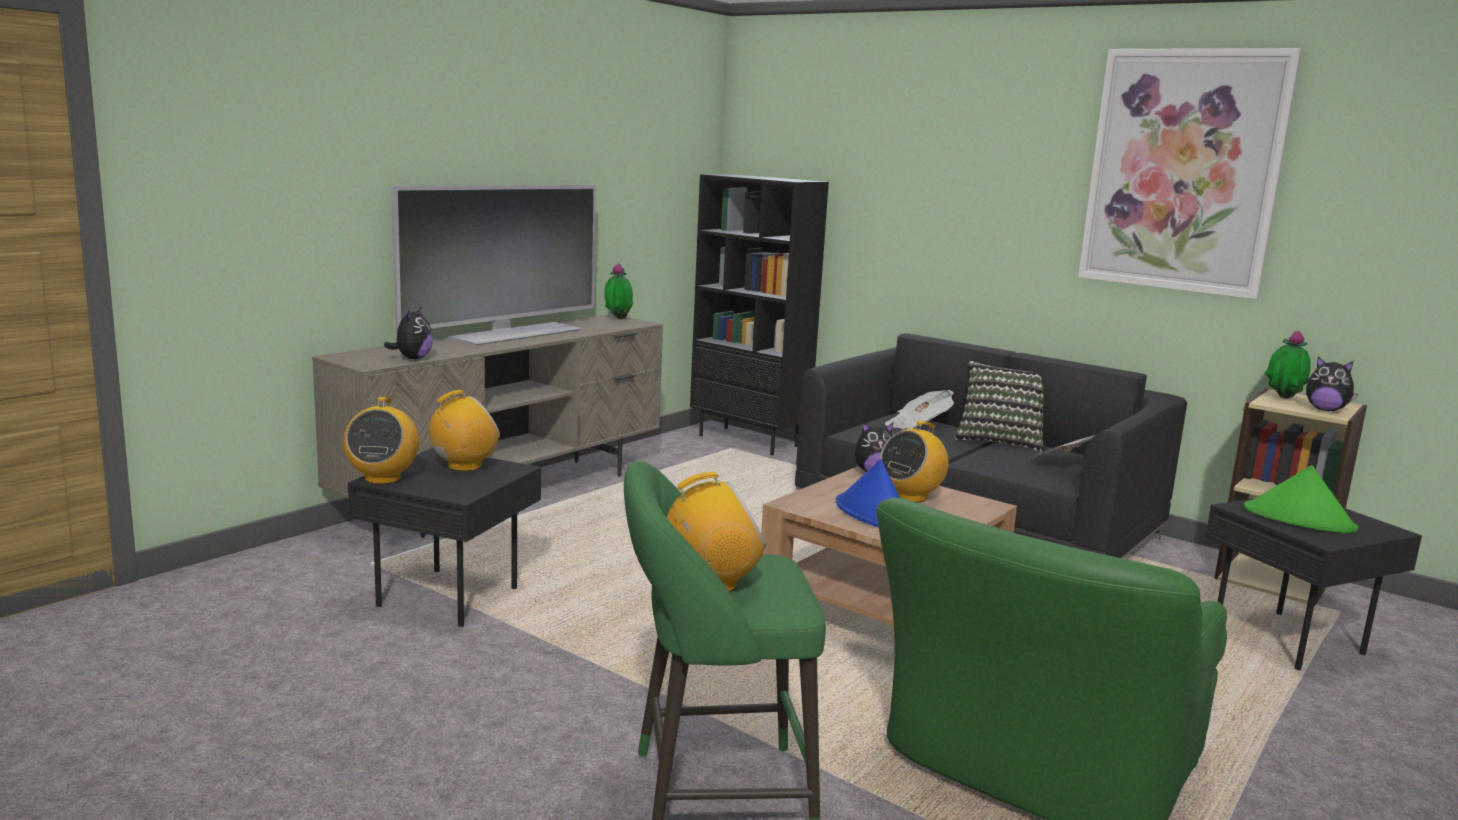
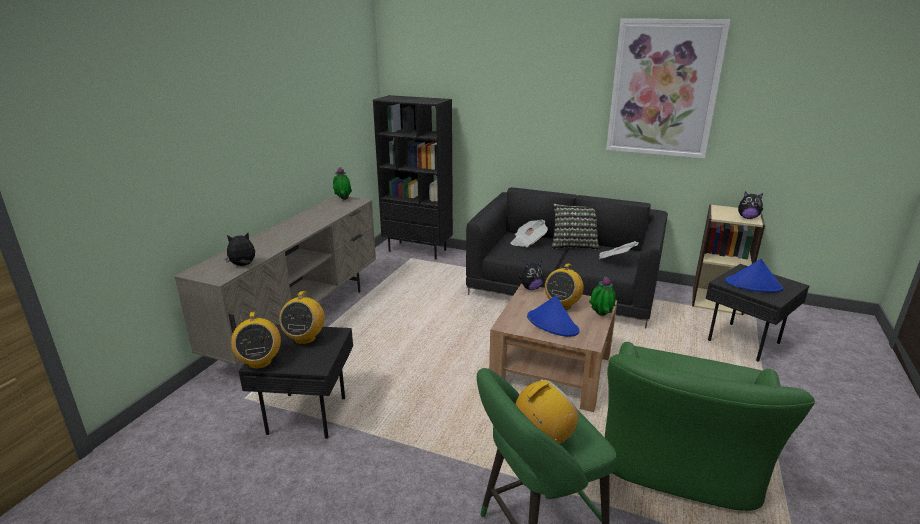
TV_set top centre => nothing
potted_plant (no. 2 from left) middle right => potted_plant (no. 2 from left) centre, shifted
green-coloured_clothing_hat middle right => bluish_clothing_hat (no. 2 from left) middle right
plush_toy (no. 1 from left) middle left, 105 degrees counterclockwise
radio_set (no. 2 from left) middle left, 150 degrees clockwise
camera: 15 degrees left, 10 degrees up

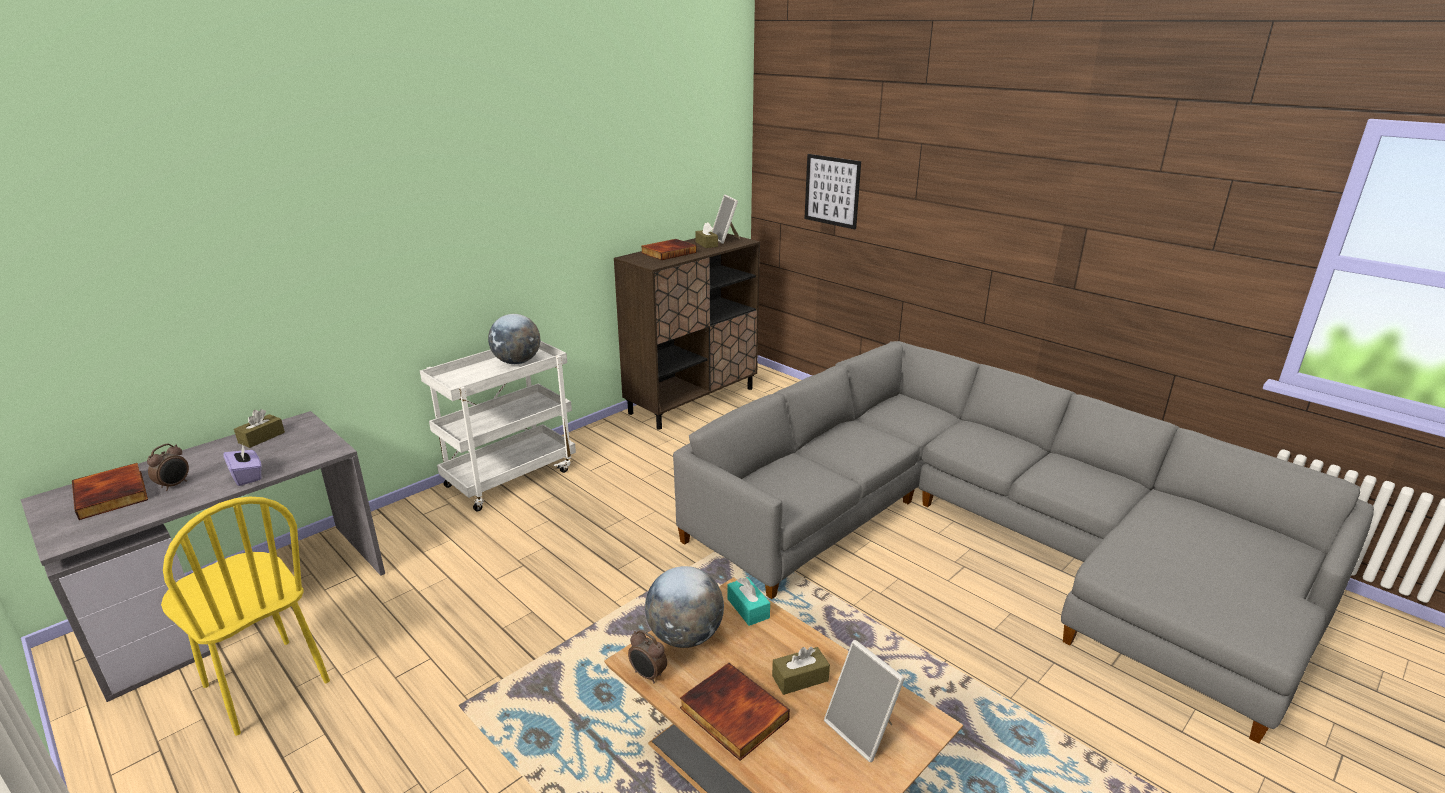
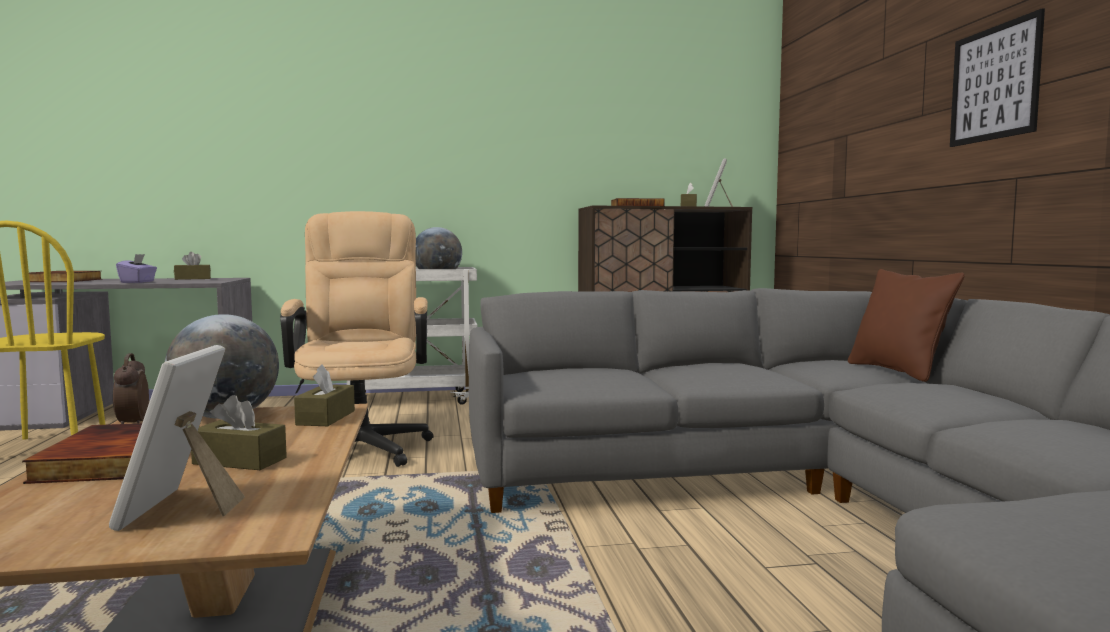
alarm_clock (no. 1 from left) middle left => nothing
nothing => beige-coloured_computer_chair middle left
nothing => brown-coloured_cushion middle right
picture top centre => picture top right, shifted
turquoise-coloured_tissue_holder bottom centre => brown-coloured_tissue_holder (no. 3 from left) middle left
camera: 35 degrees right, 20 degrees down

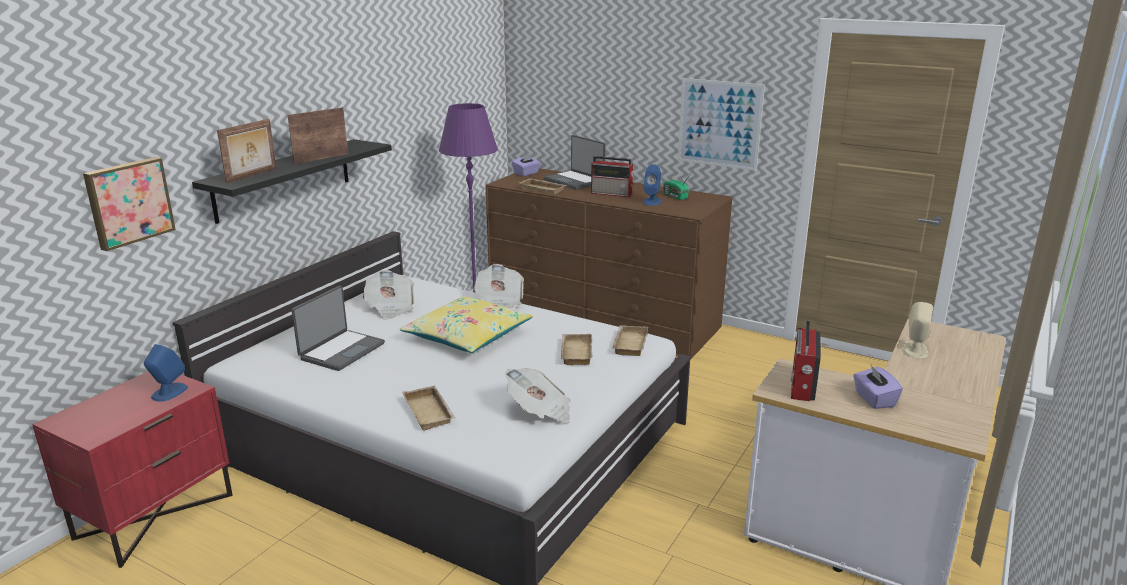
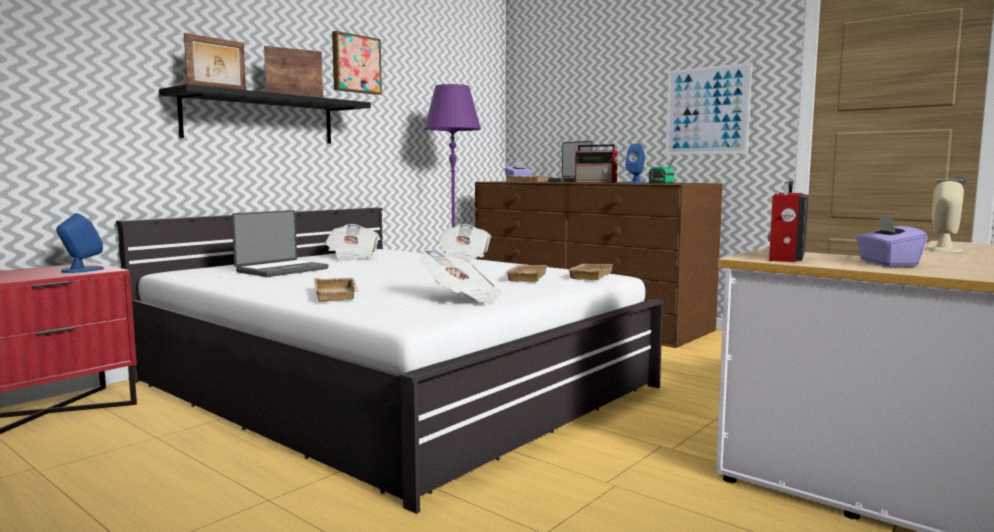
yellowish_cushion centre => nothing
picture (no. 1 from left) middle left => picture (no. 1 from left) top centre, shifted
camera: 10 degrees right, 15 degrees down

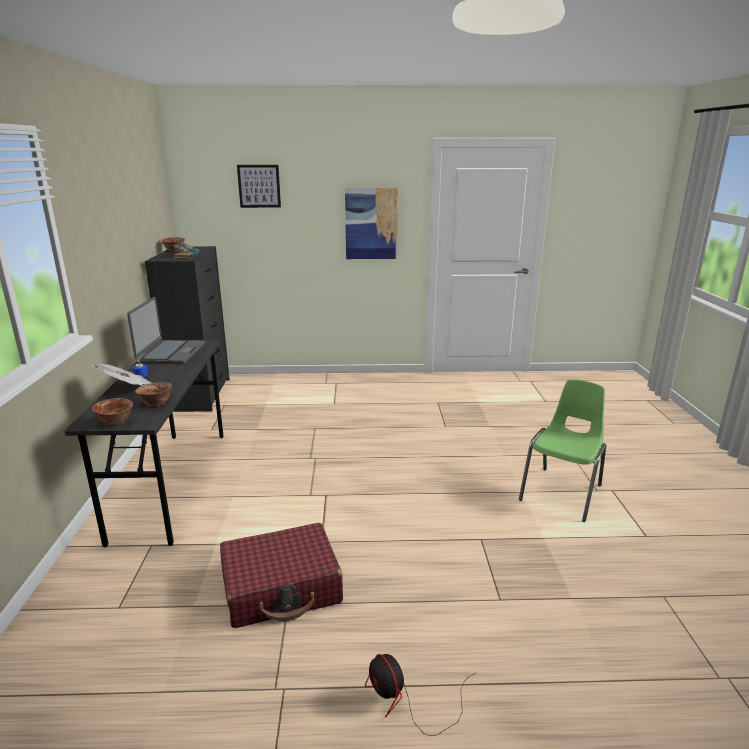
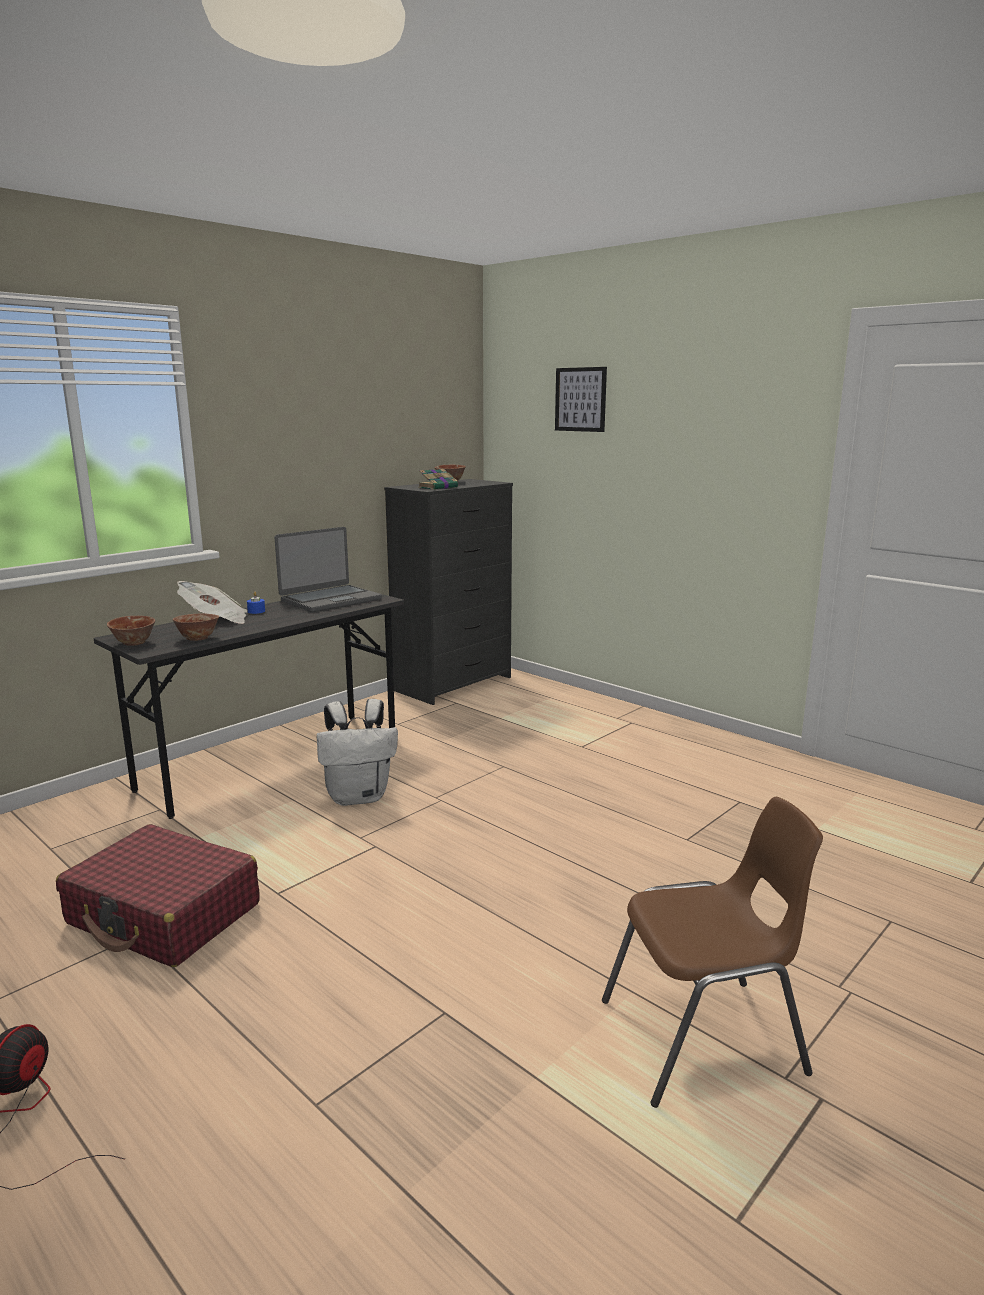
picture (no. 2 from left) top centre => nothing
nothing => white-coloured_backpack centre
green-coloured_plain_chair middle right => brown-coloured_plain_chair bottom right
camera: 45 degrees right, 5 degrees down

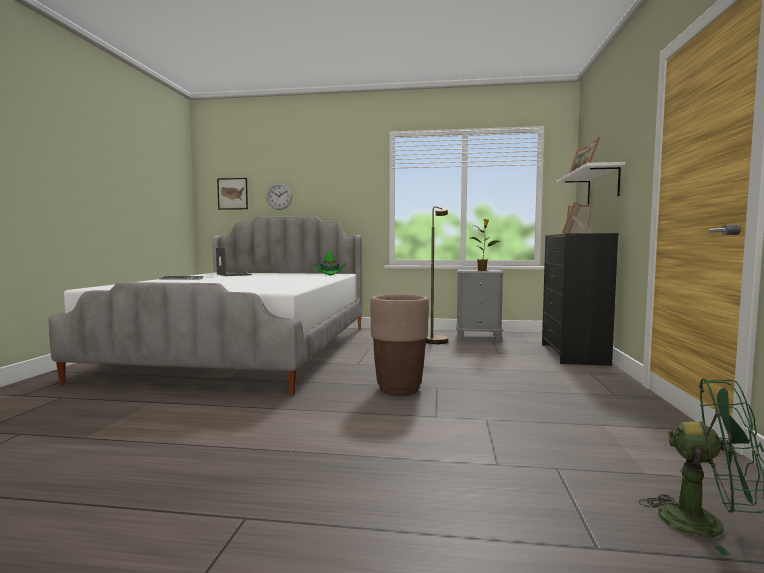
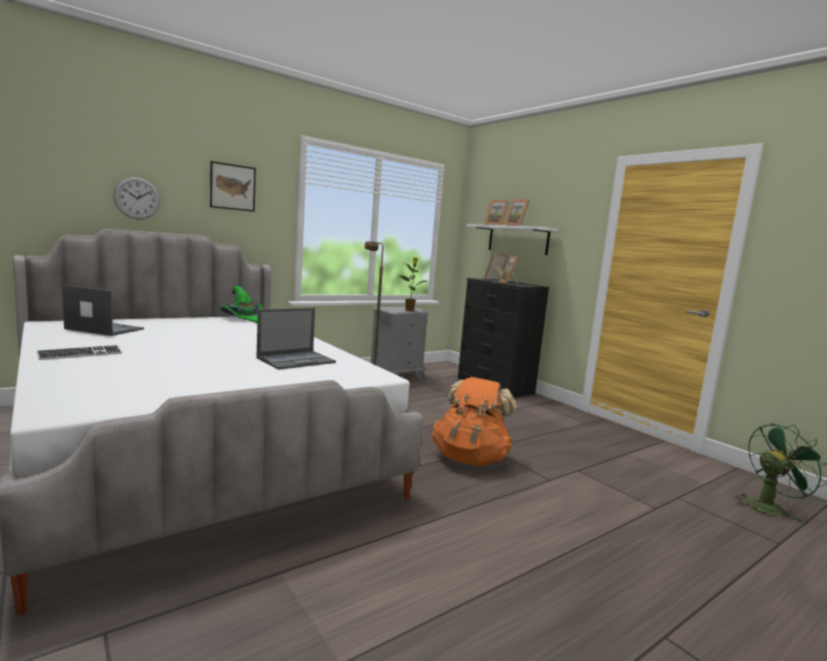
nothing => portable_computer (no. 2 from left) centre
picture middle left => picture top left, shifted
brown-coloured_planter centre => orange-coloured_backpack centre
camera: 45 degrees left, 5 degrees up

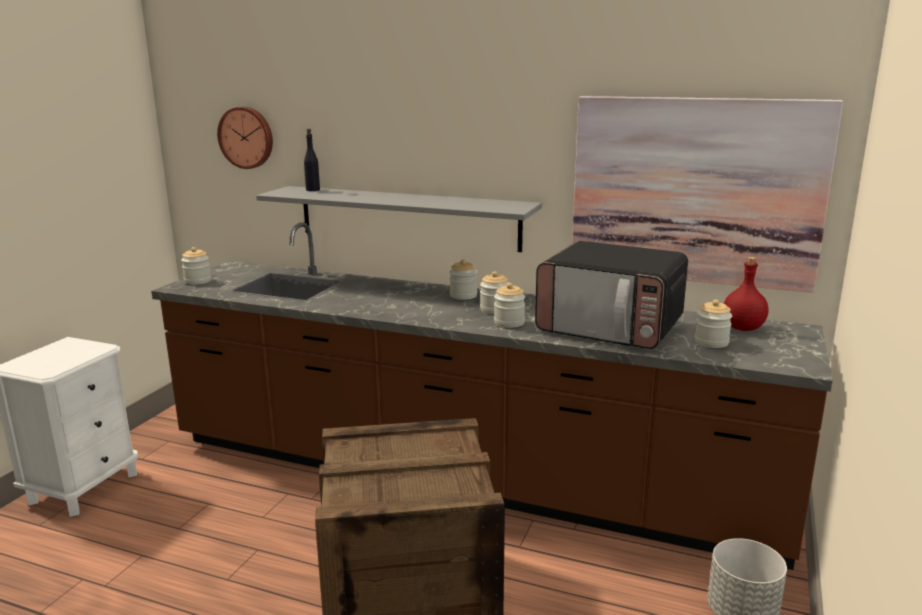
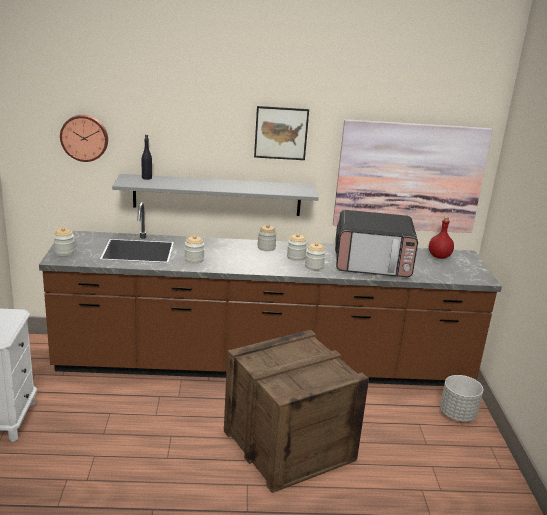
nothing => picture (no. 1 from left) top centre
preserve_jar (no. 5 from left in the first image) middle right => preserve_jar (no. 2 from left) centre, shifted
camera: 25 degrees left, 5 degrees up

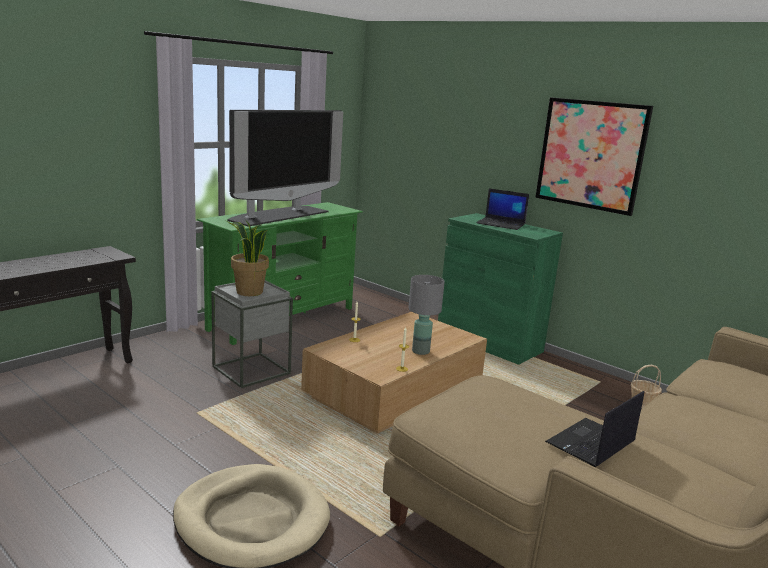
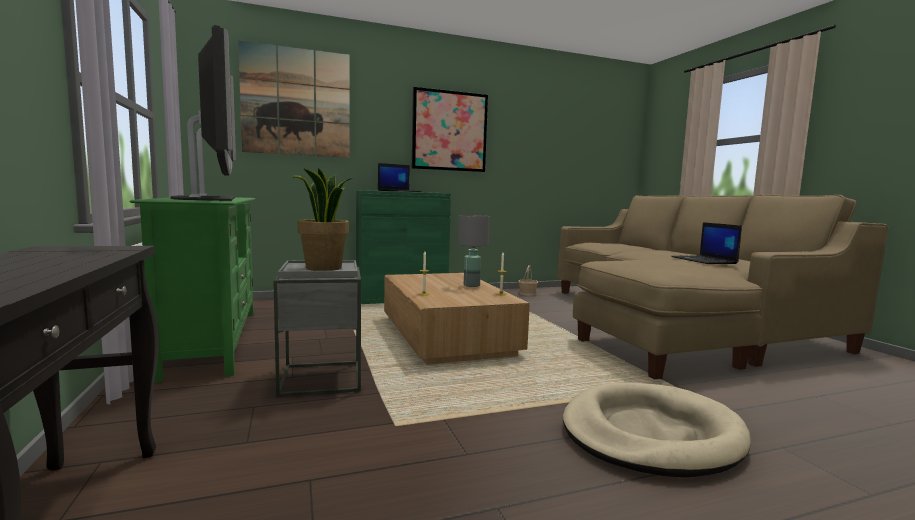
nothing => picture (no. 1 from left) top left
camera: 60 degrees left, 10 degrees down

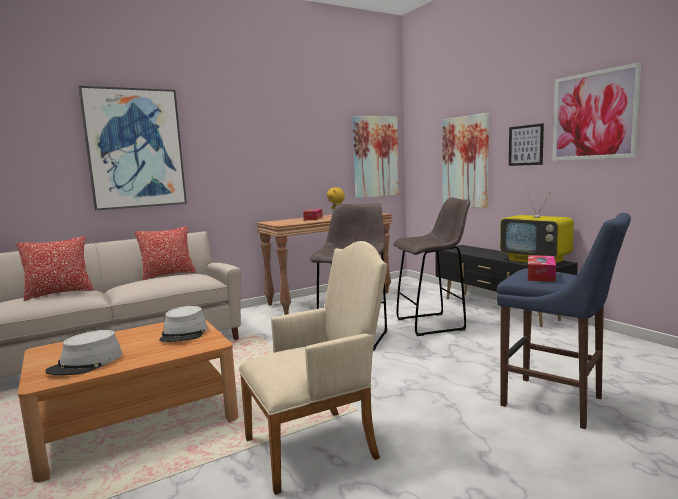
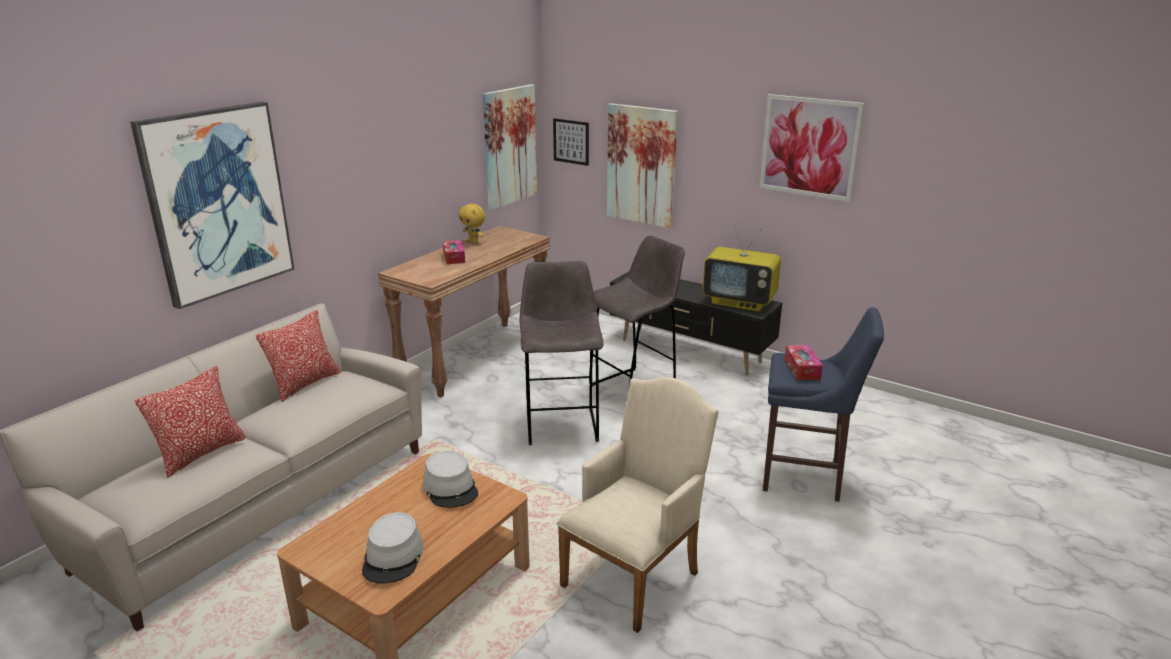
picture (no. 4 from left in the first image) top right => picture (no. 3 from left) top centre, shifted
camera: 25 degrees left, 15 degrees up

